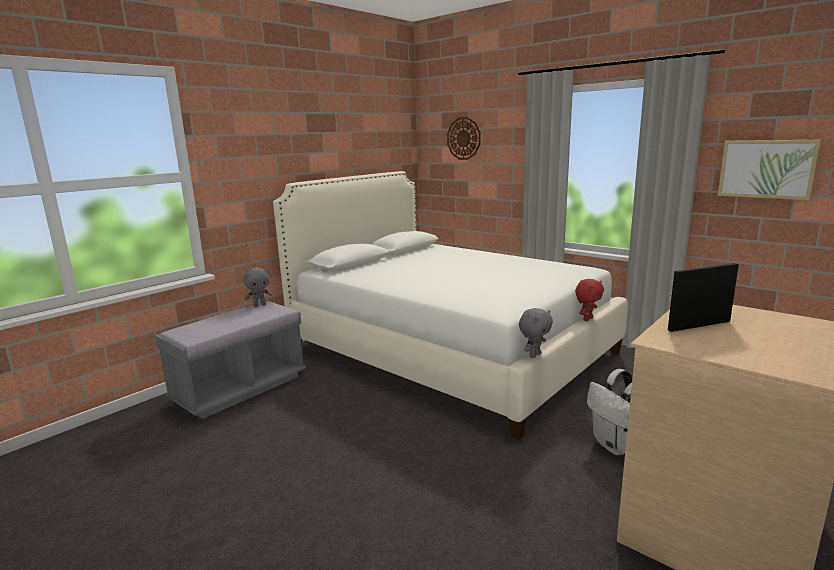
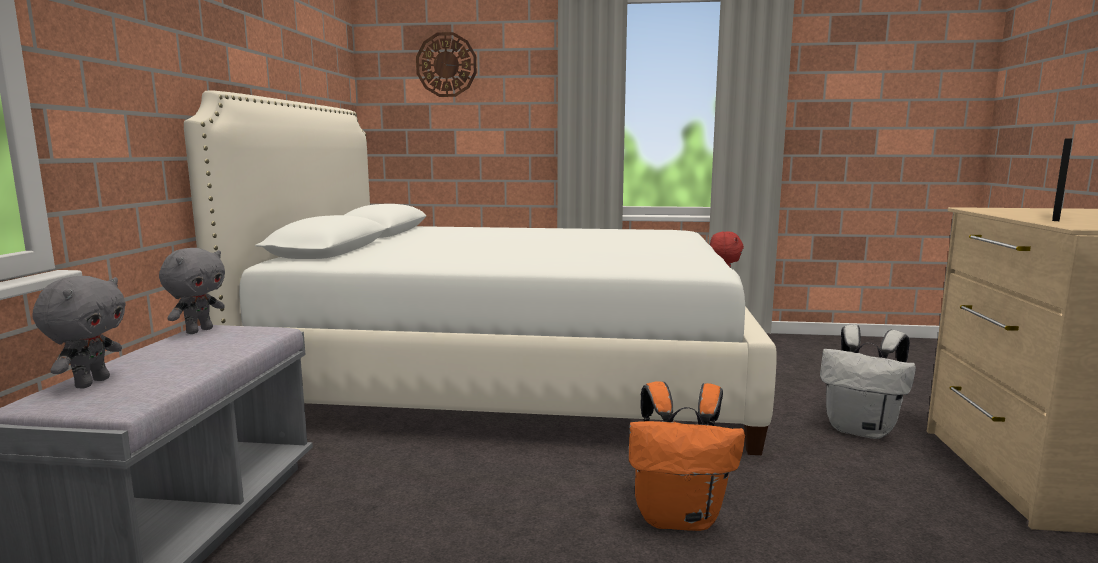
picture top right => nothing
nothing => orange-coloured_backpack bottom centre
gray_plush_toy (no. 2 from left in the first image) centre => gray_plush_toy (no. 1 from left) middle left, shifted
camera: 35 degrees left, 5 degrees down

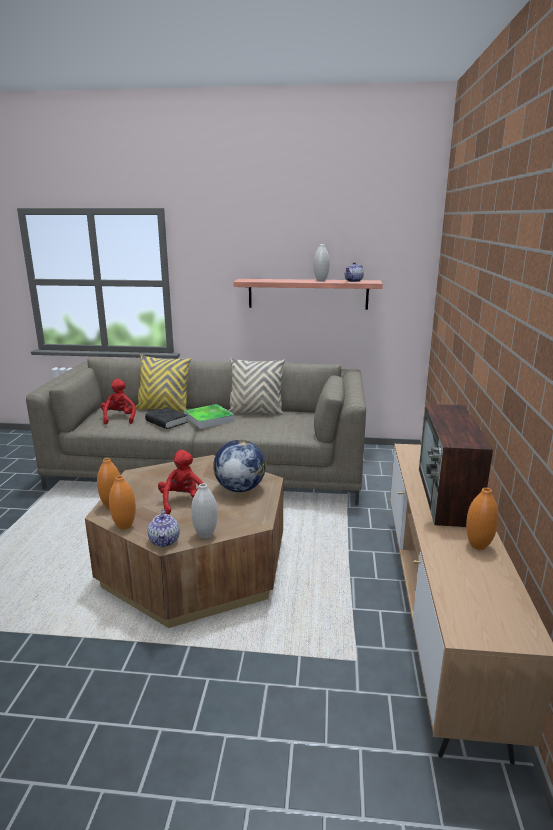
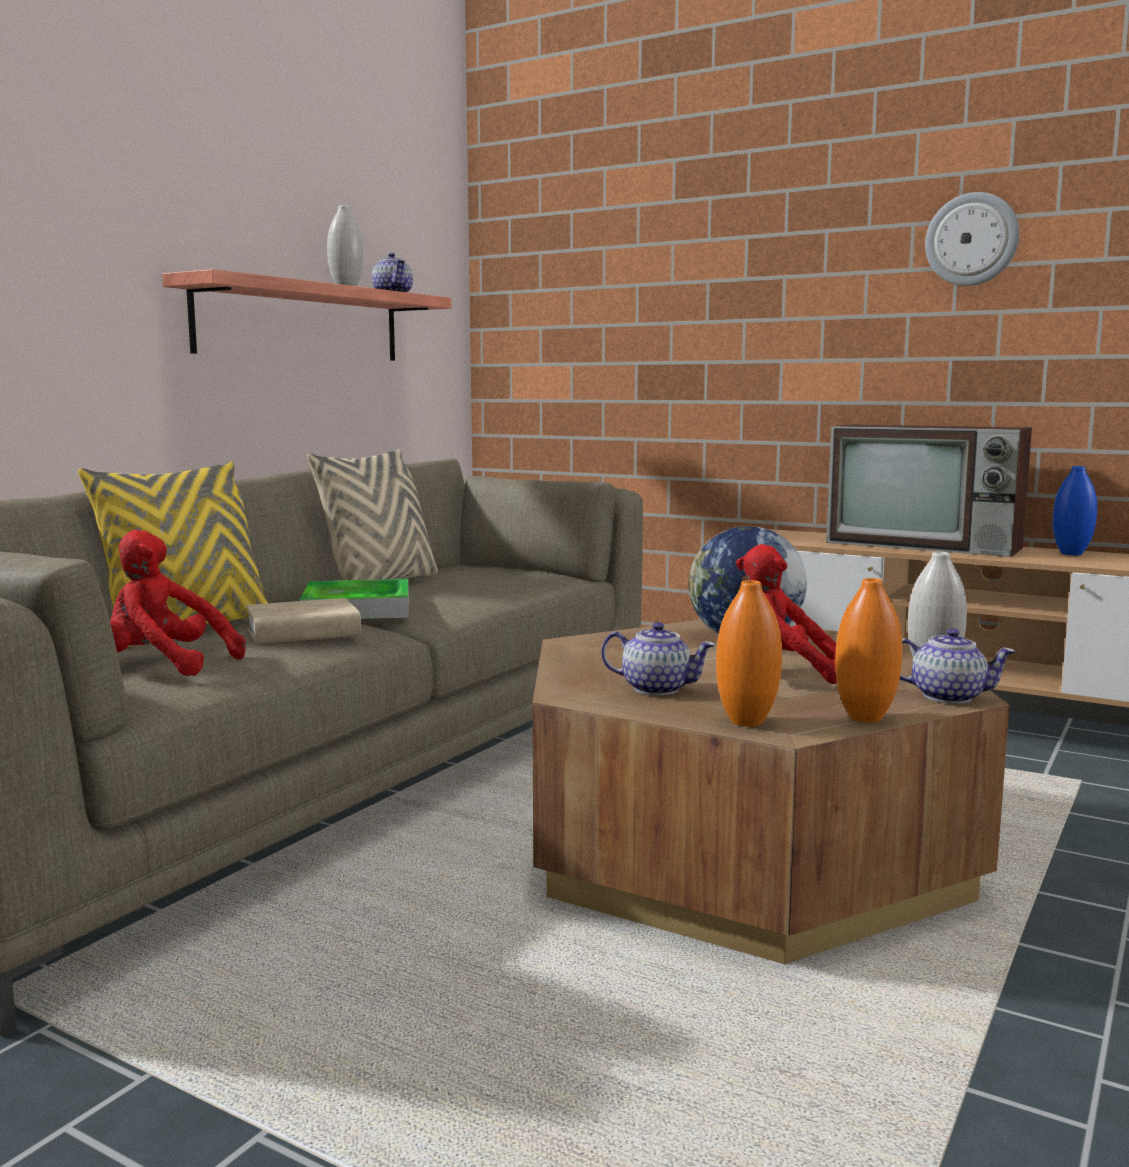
nothing => pot_for_tea (no. 2 from left) centre
nothing => hanging_clock top right
black-coloured_book middle left => beige-coloured_book middle left
orange-coloured_flower_vase (no. 3 from left) middle right => bluish_flower_vase middle right
camera: 65 degrees left, 10 degrees down

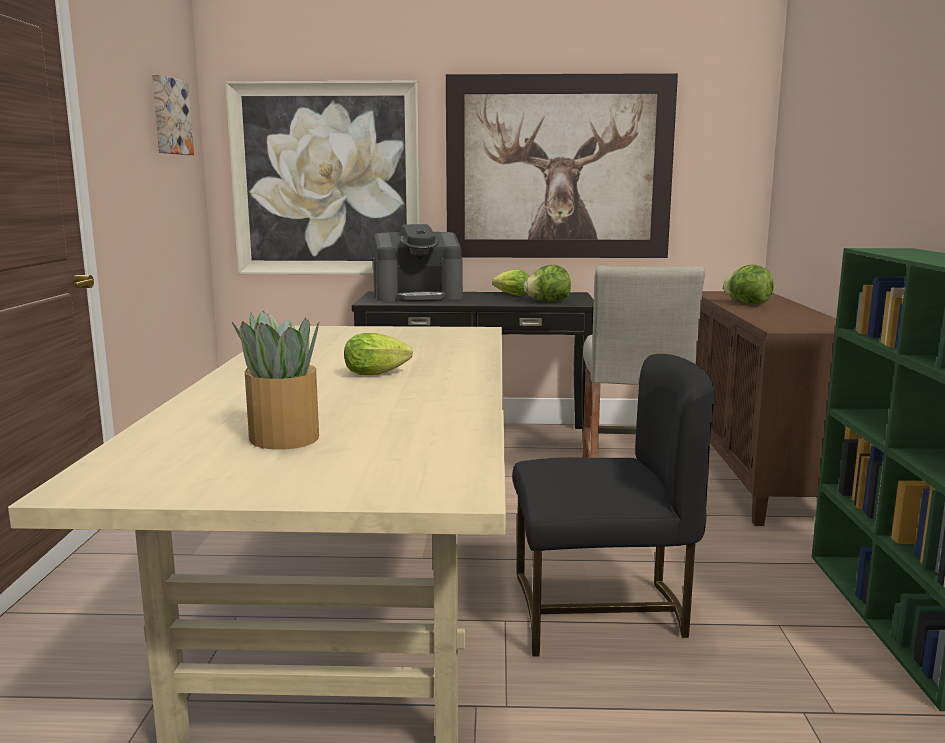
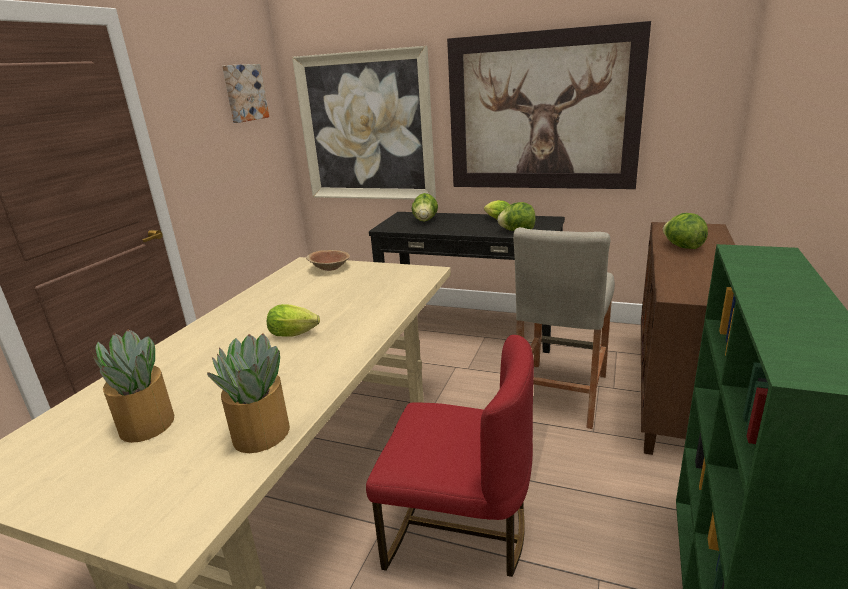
nothing => potted_plant (no. 2 from left) bottom left
nothing => brown-coloured_serving_bowl centre
coffee_maker centre => lettuce (no. 2 from left) centre
black-coloured_plain_chair bottom centre => red-coloured_plain_chair bottom centre
camera: 20 degrees right, 10 degrees up

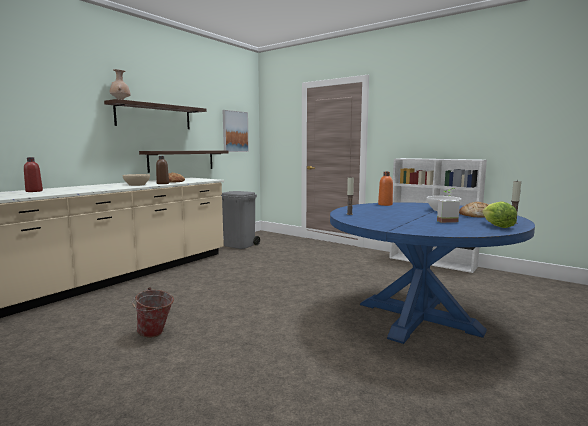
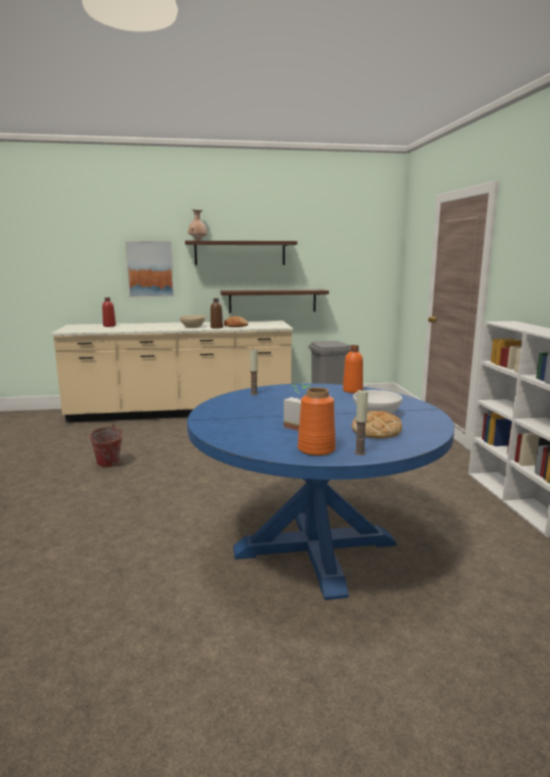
picture top centre => picture middle left, shifted
lettuce middle right => orange-coloured_flower_vase centre
camera: 45 degrees right, 5 degrees up

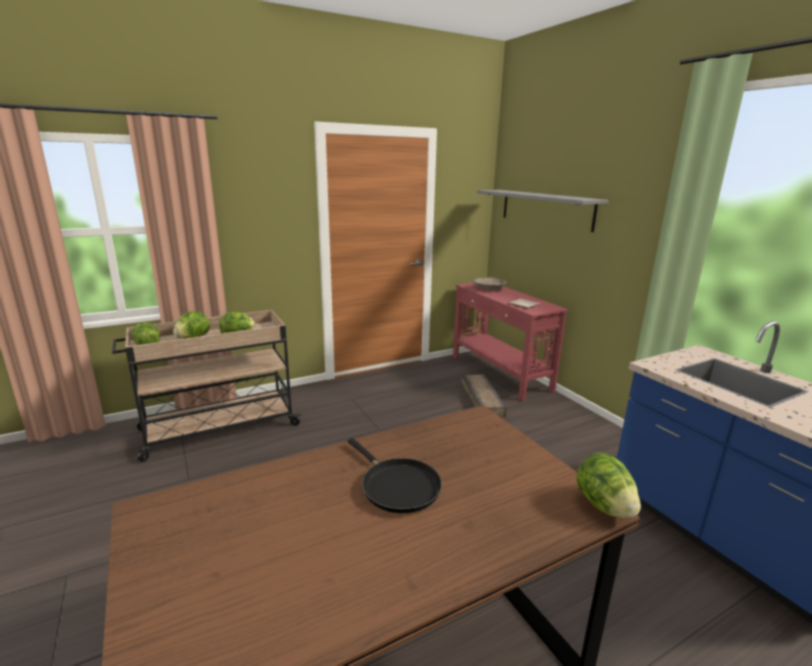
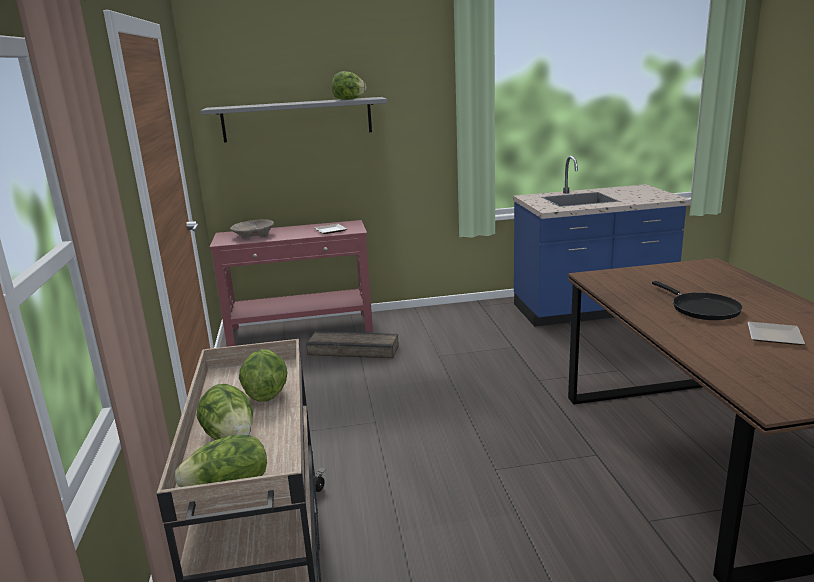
nothing => flat_dish (no. 2 from left) middle right
lettuce (no. 4 from left) bottom right => lettuce (no. 4 from left) top centre, shifted
black-coloured_skillet bottom centre => black-coloured_skillet middle right, 90 degrees clockwise
camera: 70 degrees left, 0 degrees up

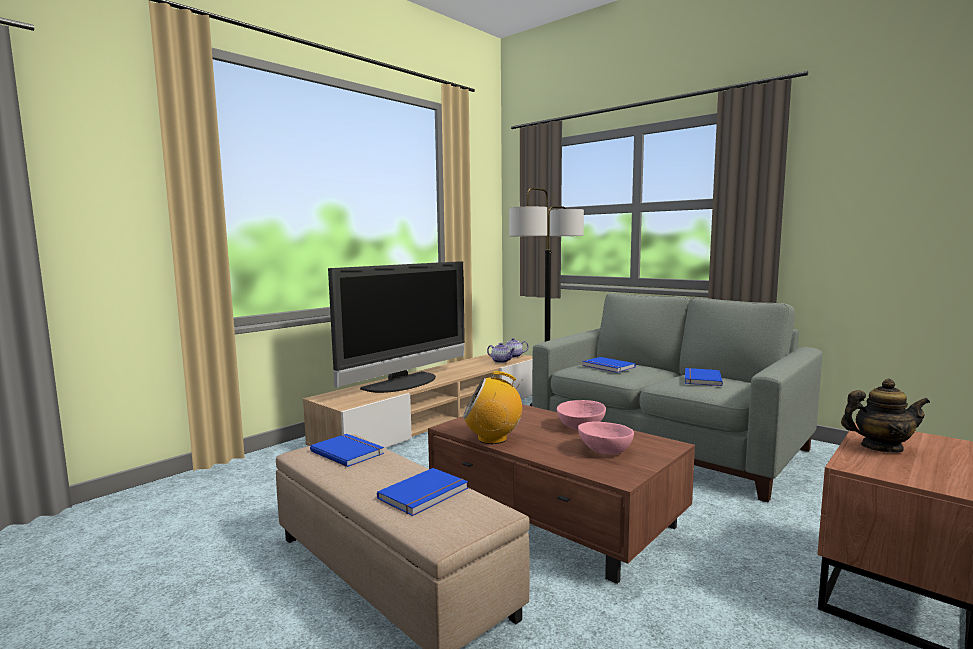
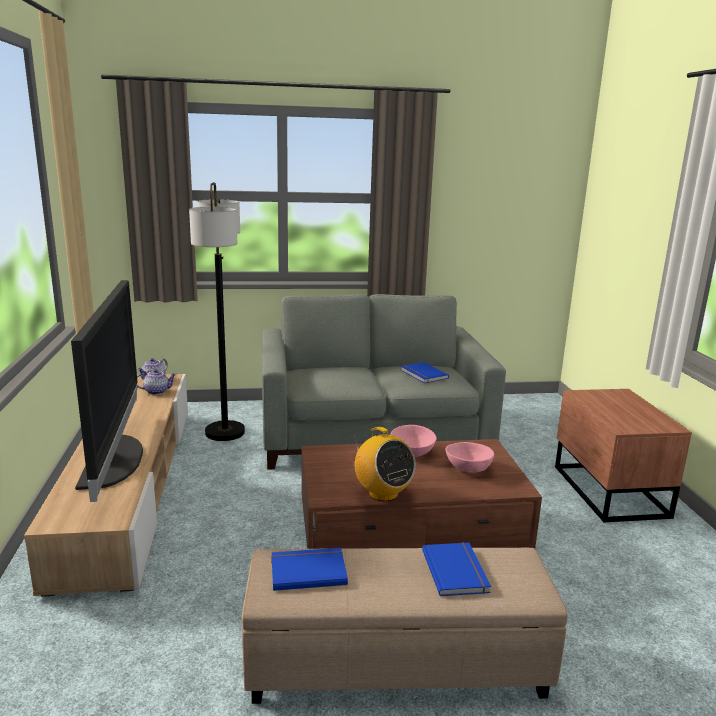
bluish_book (no. 3 from left) centre => nothing
pot_for_tea (no. 3 from left) middle right => nothing
radio_set centre, 75 degrees counterclockwise
camera: 50 degrees left, 10 degrees up

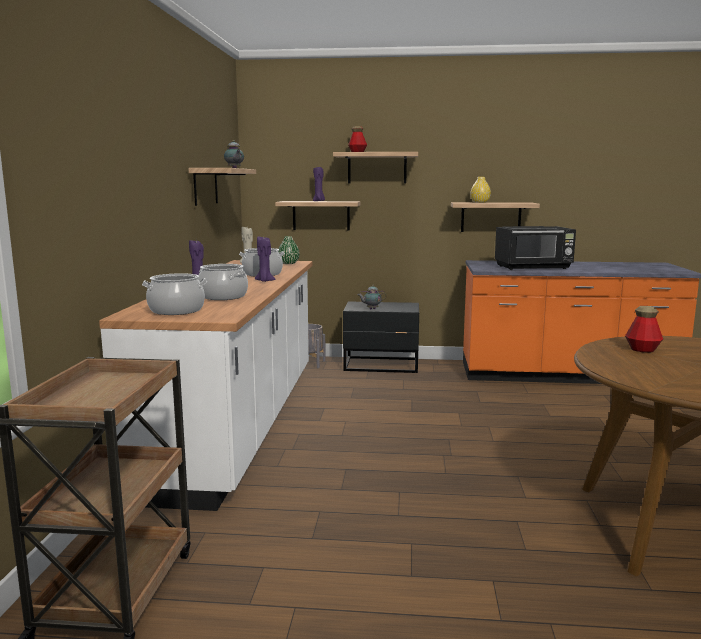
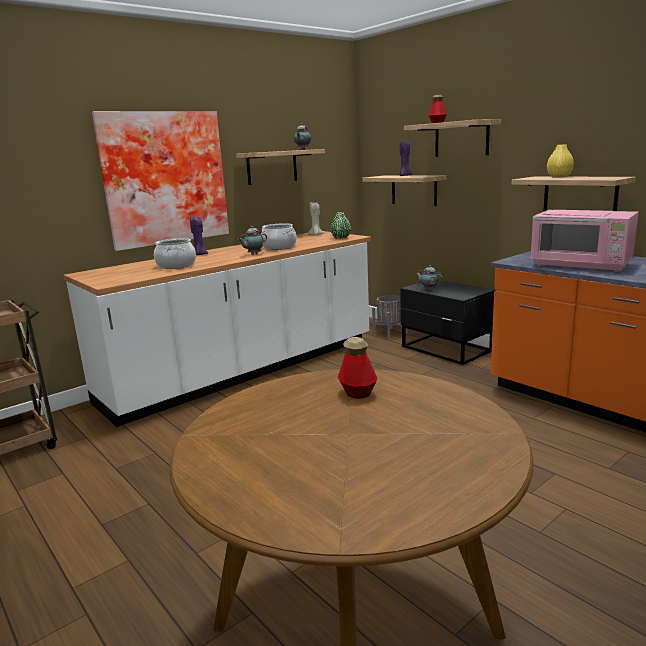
cooking_pot (no. 1 from left) middle left => nothing
nothing => picture top left
purple-coloured_wax_candle (no. 2 from left) centre => pot_for_tea (no. 1 from left) centre
black-coloured_microwave middle right => pinkish_microwave middle right
camera: 45 degrees right, 5 degrees up

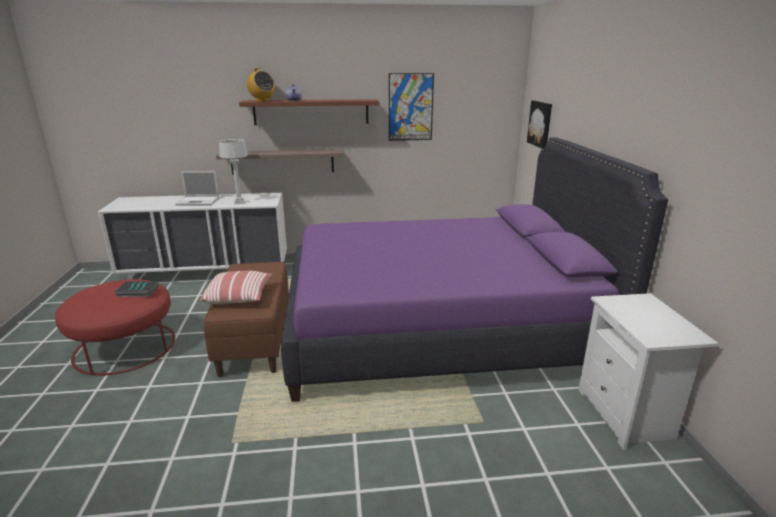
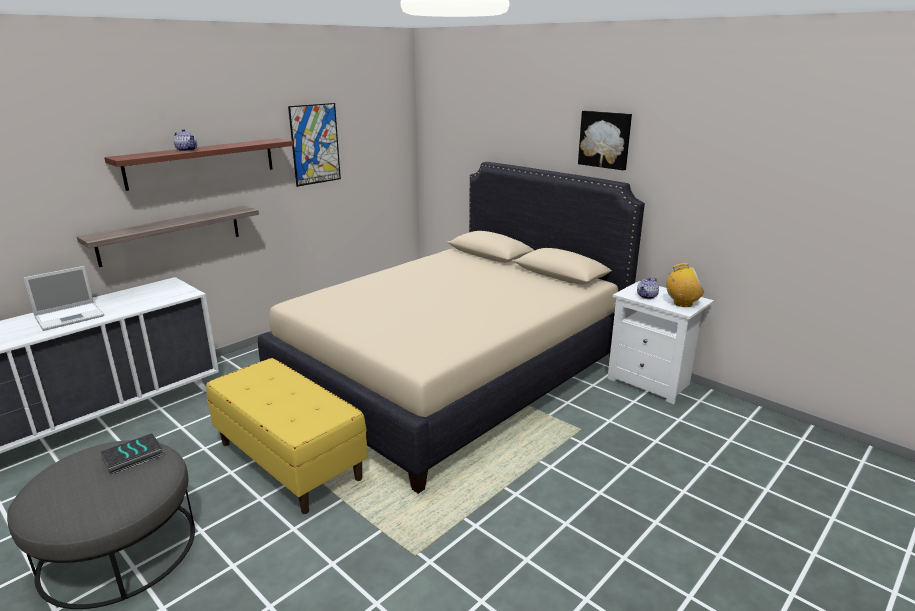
cushion middle left => nothing
gray_table_lamp top left => nothing
nothing => pot_for_tea (no. 2 from left) middle right
radio_set top centre => radio_set middle right, shifted
picture (no. 2 from left) top right => picture (no. 2 from left) top centre, shifted
red-coloured_pouffe middle left => gray_pouffe bottom left
brown-coloured_long_seat middle left => yellowish_long_seat bottom left
purple-coloured_bed centre => beige-coloured_bed centre
camera: 40 degrees left, 0 degrees up

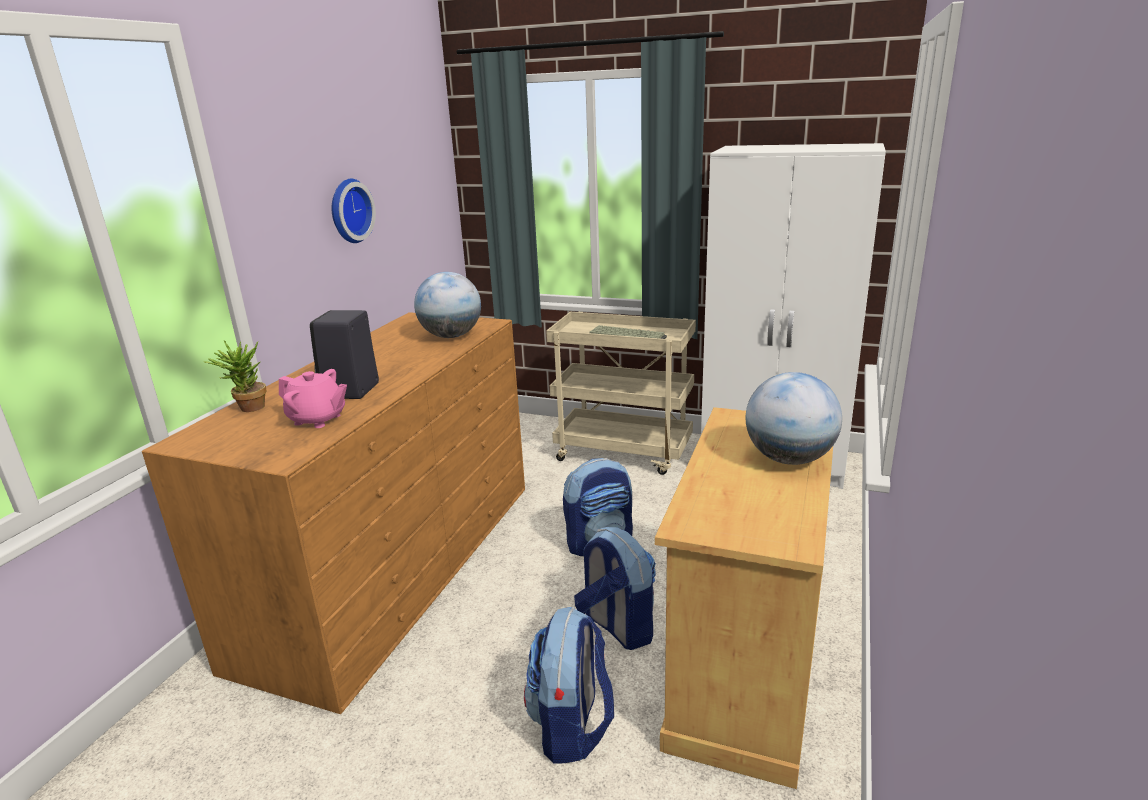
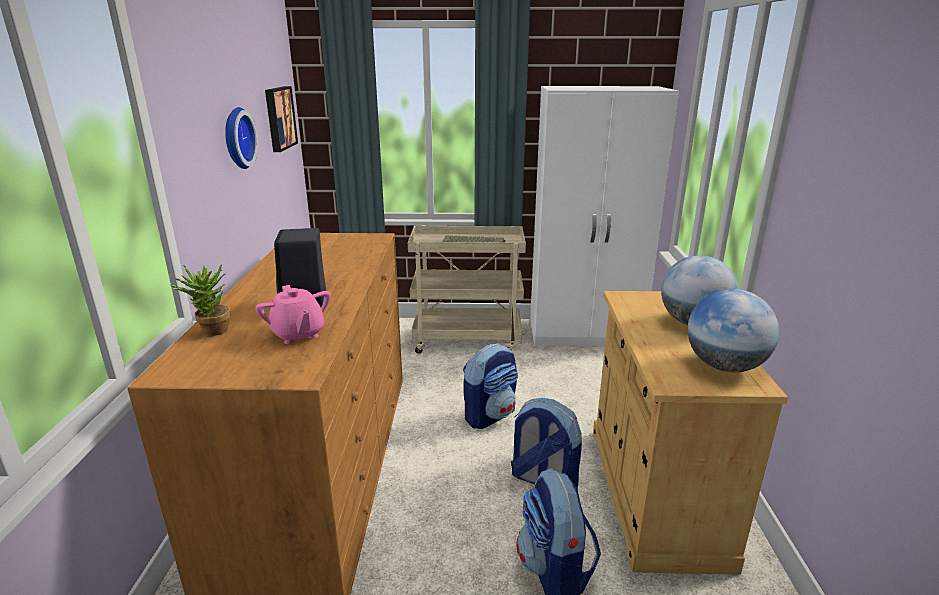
nothing => picture top left
globe (no. 1 from left in the first image) centre => globe (no. 2 from left) middle right, shifted
pinkish_pot_for_tea middle left, 60 degrees clockwise
camera: 20 degrees left, 0 degrees up

